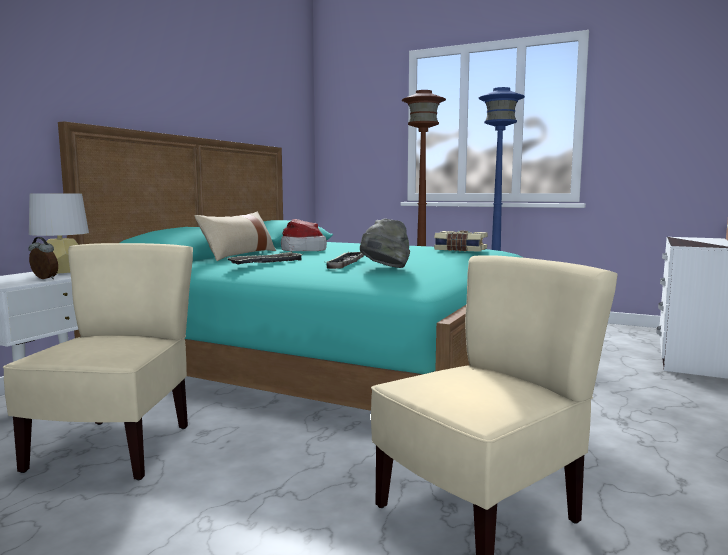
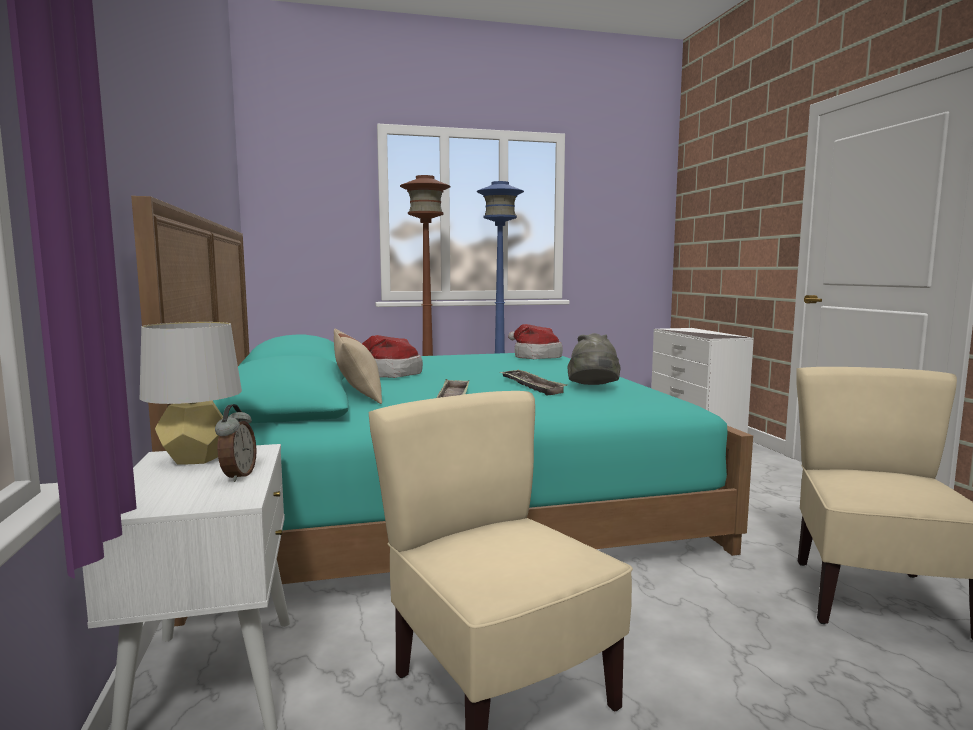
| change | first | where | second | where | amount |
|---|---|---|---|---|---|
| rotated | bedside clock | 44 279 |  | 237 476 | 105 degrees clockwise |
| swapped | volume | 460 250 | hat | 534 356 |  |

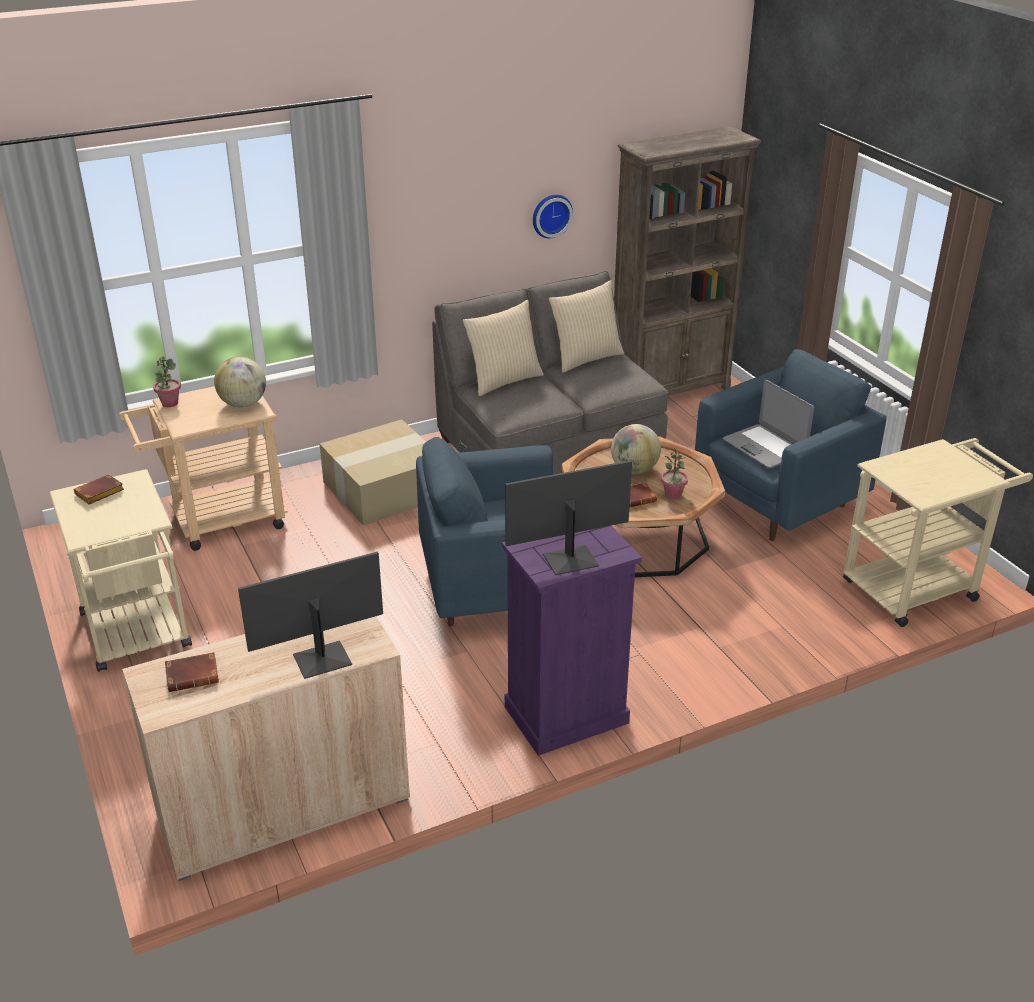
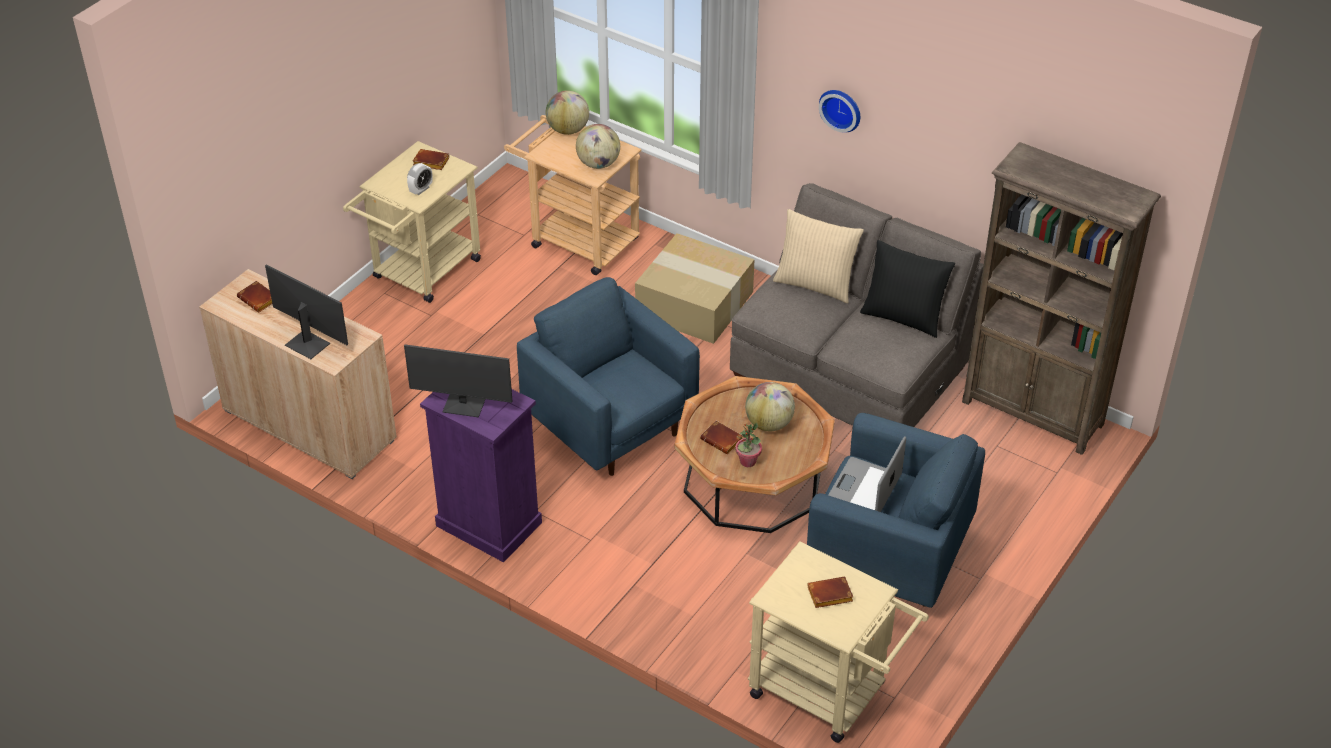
| change | first | where | second | where | amount |
|---|---|---|---|---|---|
| rotated | computer display | 569 559 |  | 464 405 | 150 degrees clockwise |
| new |  |  | bedside clock | 421 189 |  |
| swapped | potted plant | 169 403 | globe | 568 130 |  |
| new |  |  | volume (brownish) | 829 596 |  |
| shifted | clock on the wall | 550 215 |  | 841 109 |  |
| repainted | throw pillow (beige) | 585 358 | throw pillow (blackish) | 903 317 |  |

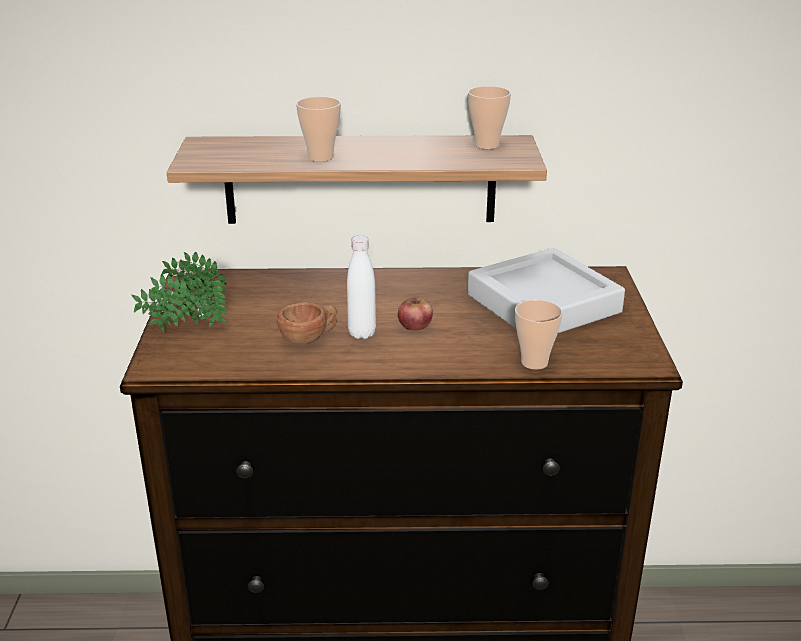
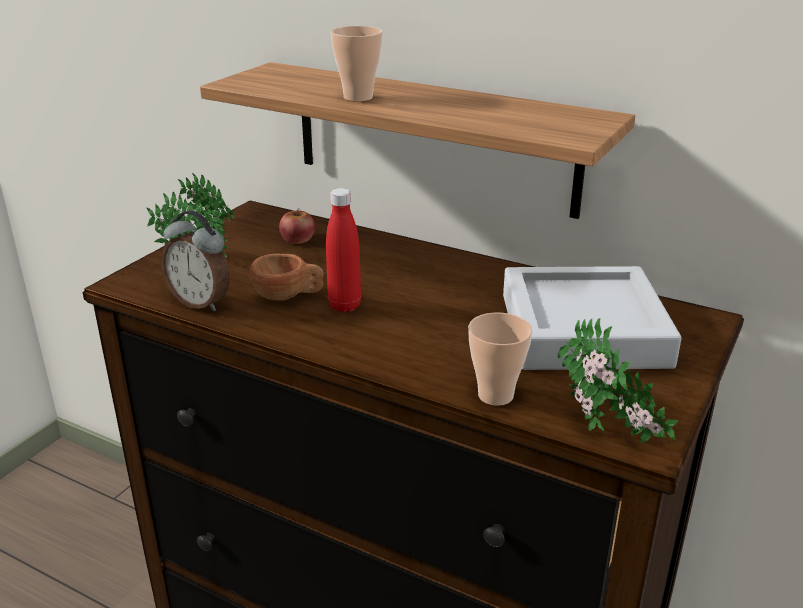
| change | first | where | second | where | amount |
|---|---|---|---|---|---|
| new |  |  | bedside clock | 201 302 |  |
| shifted | apple | 415 325 |  | 297 238 |  |
| repainted | bottle (white) | 362 333 | bottle (red) | 344 306 |  |
| new |  |  | potted plant | 607 436 |  |
| gone | drinking cup | 487 145 |  |  |  |

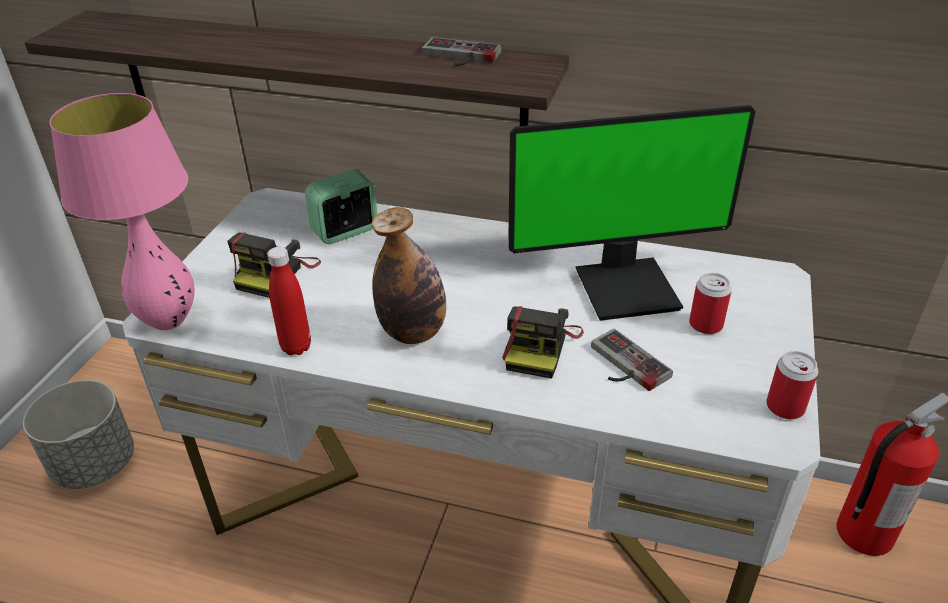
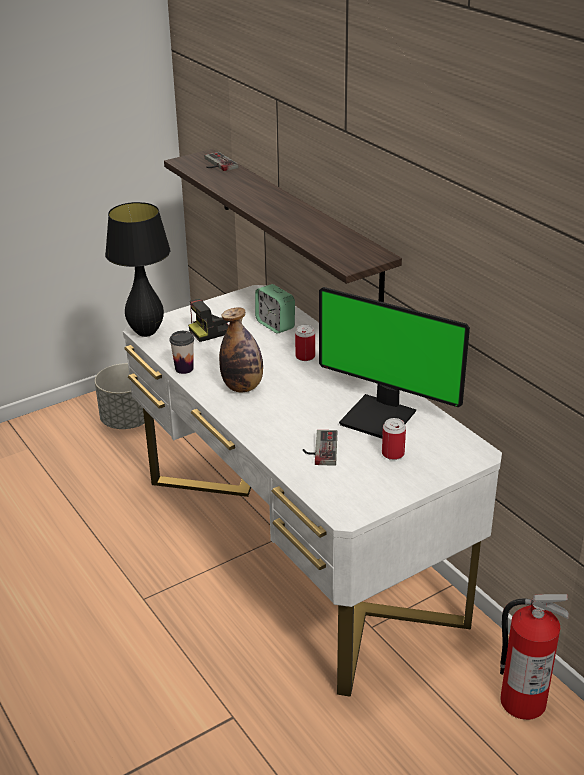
| change | first | where | second | where | amount |
|---|---|---|---|---|---|
| repainted | tabletop lamp (pink-coloured) | 169 320 | tabletop lamp (blackish) | 146 332 |  |
| swapped | bottle (red) | 296 347 | drinking cup | 184 368 |  |
| shifted | game controller | 458 56 |  | 216 164 |  |
| rotated | bedside clock | 345 231 |  | 275 325 | 135 degrees counterclockwise |
| shifted | can | 785 407 |  | 305 357 |  |
| gone | photo camera | 540 347 |  |  |  |

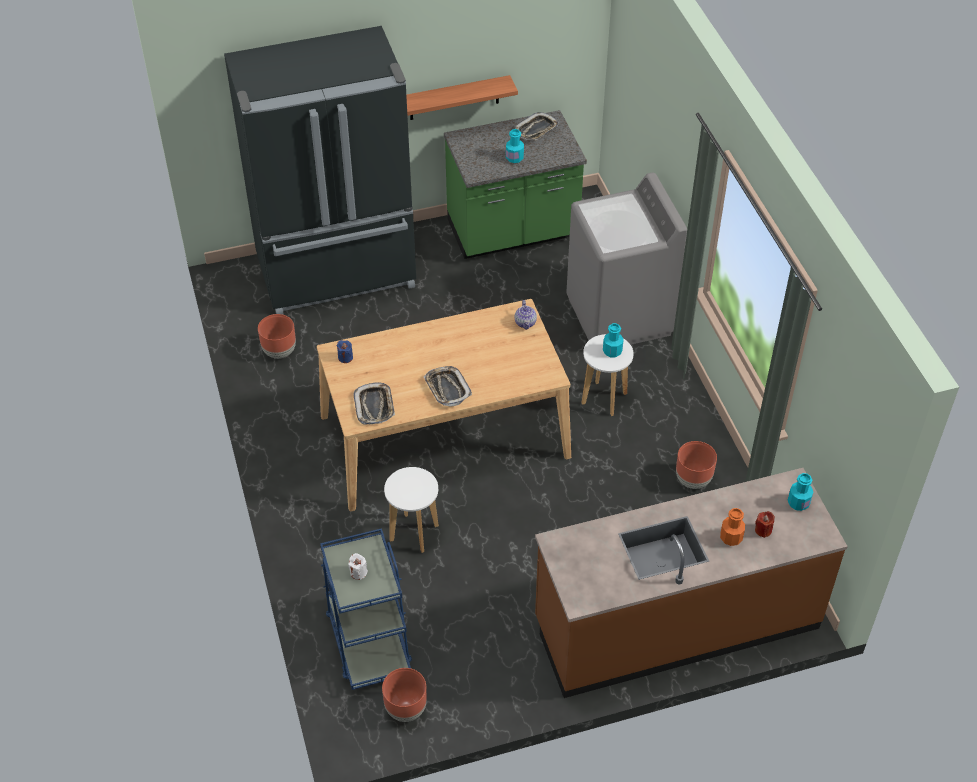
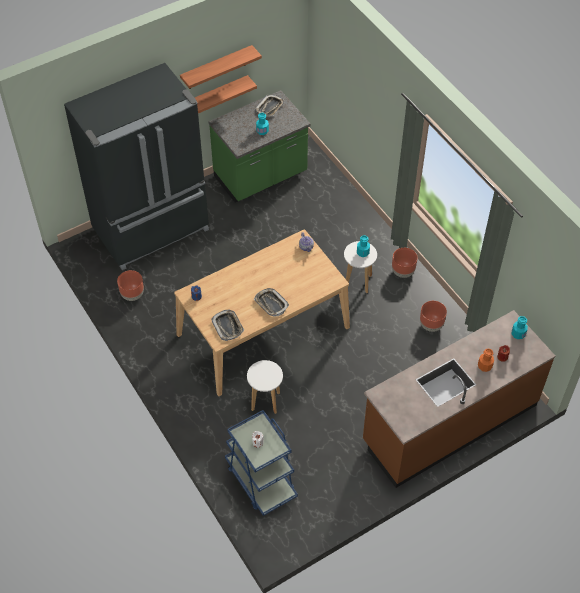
| change | first | where | second | where | amount |
|---|---|---|---|---|---|
| new |  |  | shelf | 216 68 |  |
| shifted | plant pot (brownish) | 406 709 |  | 403 272 |  |
| gone | laundry appliance (grey) | 619 316 |  |  |  |

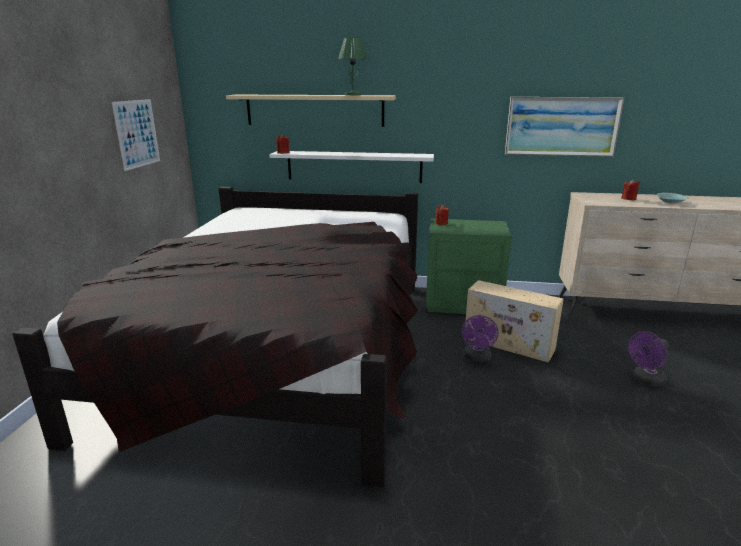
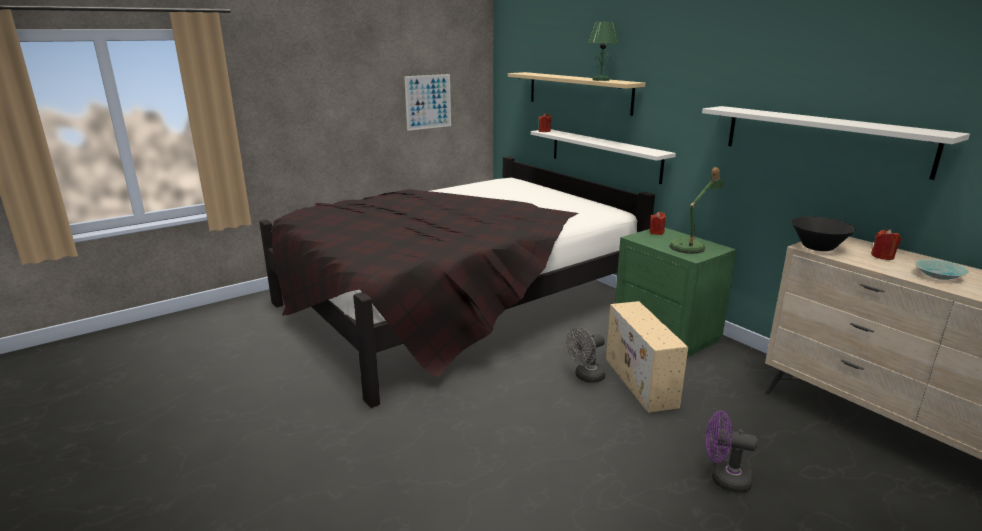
| change | first | where | second | where | amount |
|---|---|---|---|---|---|
| repainted | fan (purple-coloured) | 477 358 | fan (grey) | 586 377 |  |
| new |  |  | tabletop lamp | 691 246 |  |
| swapped | wall picture | 561 126 | shelf (white) | 823 139 |  |
| new |  |  | deep dish (blackish) | 818 247 |  |

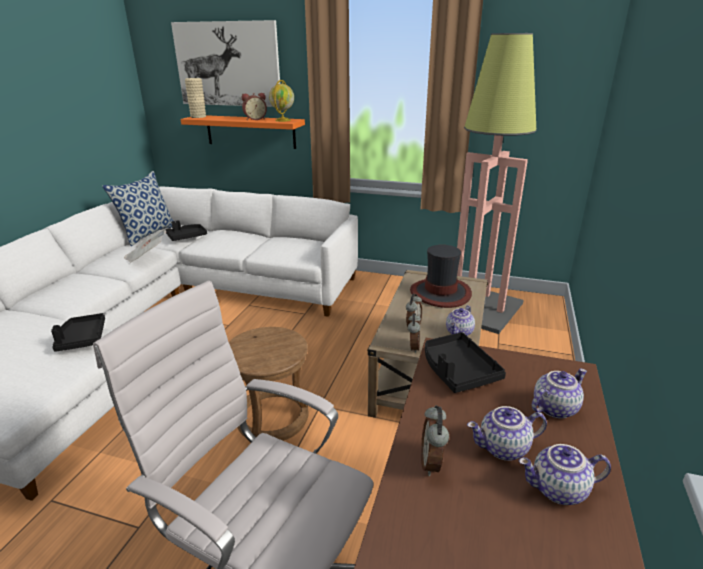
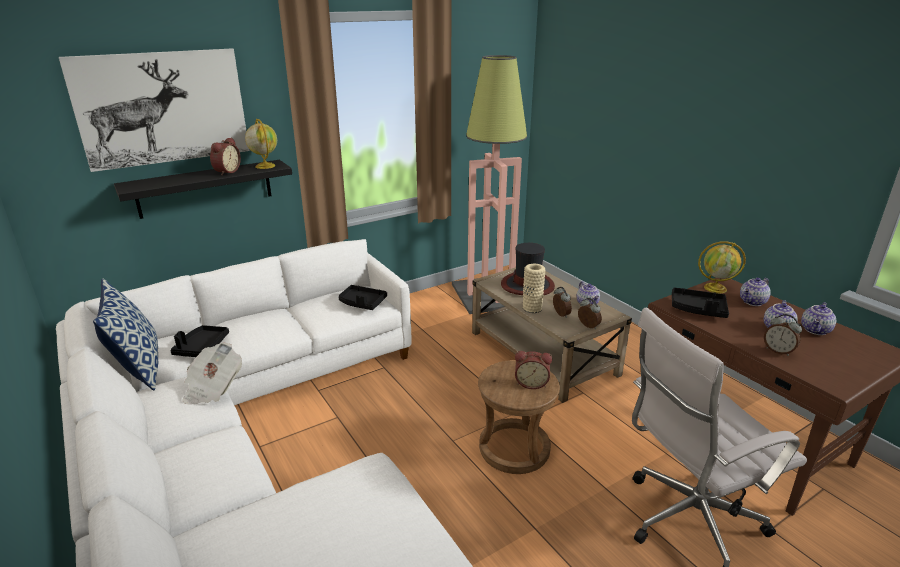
| change | first | where | second | where | amount |
|---|---|---|---|---|---|
| repainted | shelf (orangey) | 250 131 | shelf (blackish) | 205 188 |  |
| shifted | tray (blackish) | 82 339 |  | 362 303 |  |
| new |  |  | bedside clock | 531 383 |  |
| shifted | flower vase (beige) | 198 116 |  | 532 308 |  |
| new |  |  | globe | 716 288 |  |
| rotated | tea pot | 554 407 |  | 753 302 | 135 degrees counterclockwise |

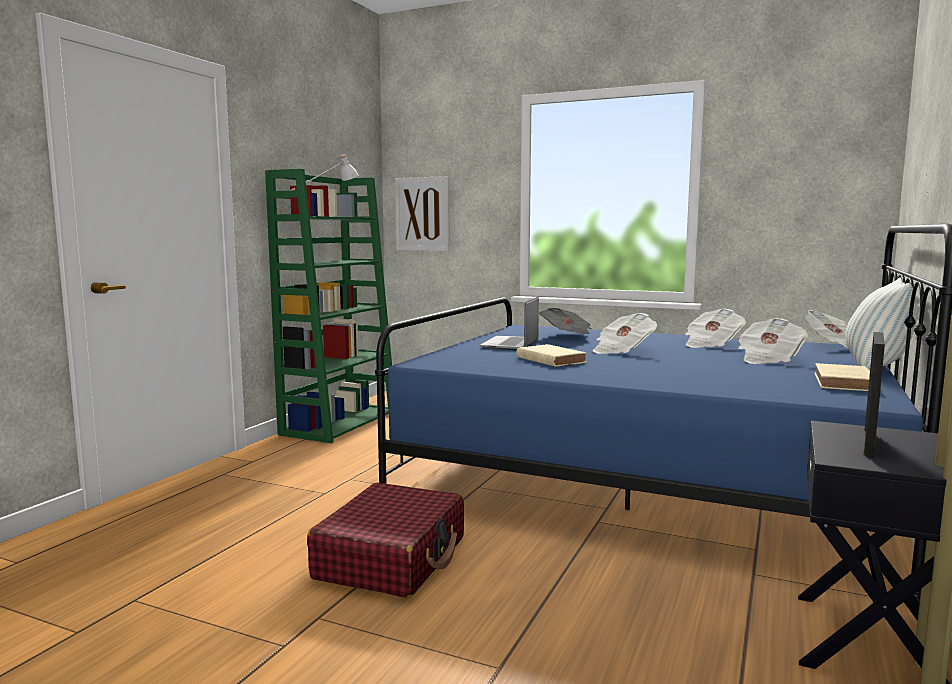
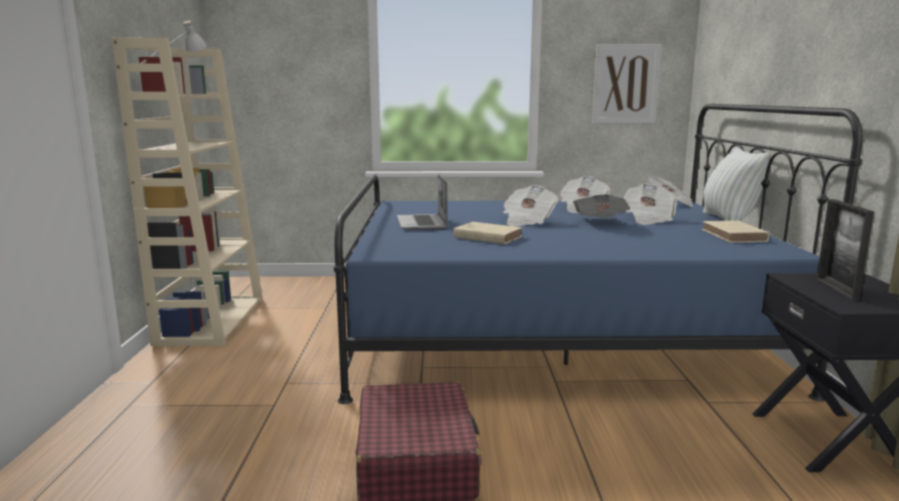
| change | first | where | second | where | amount |
|---|---|---|---|---|---|
| repainted | bookcase (greenish) | 340 423 | bookcase (beige) | 211 320 |  |
| shifted | printed paper | 567 336 |  | 600 222 |  |
| shifted | wall picture | 422 214 |  | 625 84 |  |

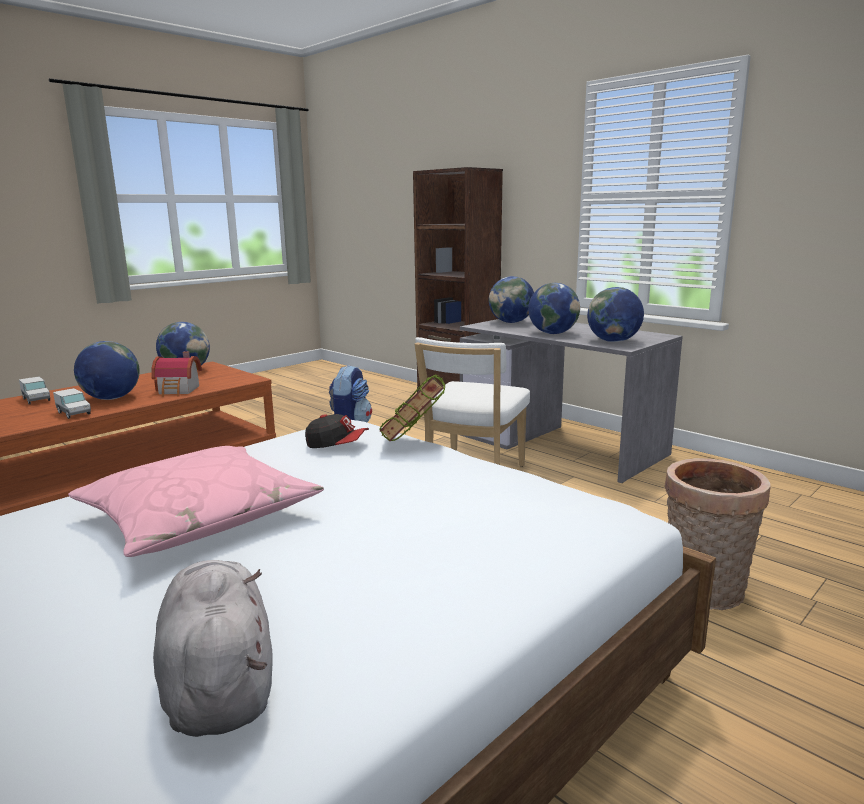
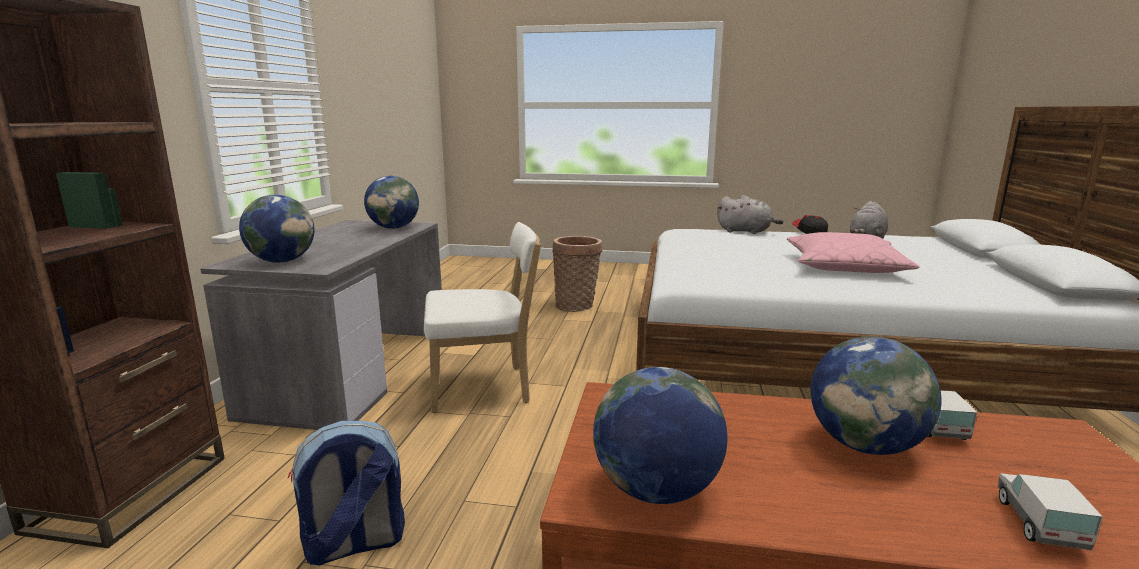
| change | first | where | second | where | amount |
|---|---|---|---|---|---|
| new |  |  | plush toy (grey) | 746 231 |  |
| shifted | cap | 337 445 |  | 809 233 |  |
| gone | toy house | 179 390 |  |  |  |
| gone | volume | 413 443 |  |  |  |
| gone | globe | 553 333 |  |  |  |

